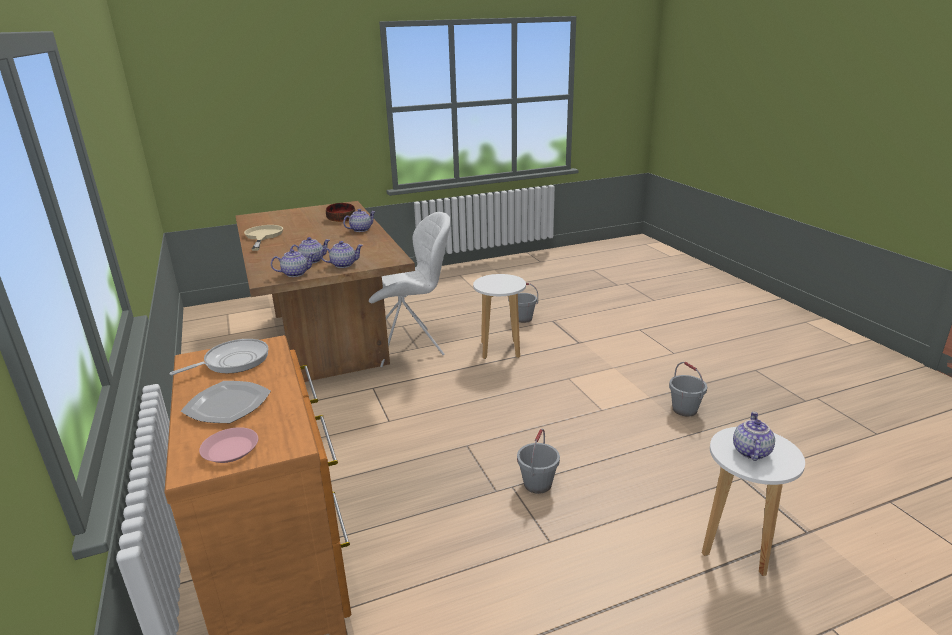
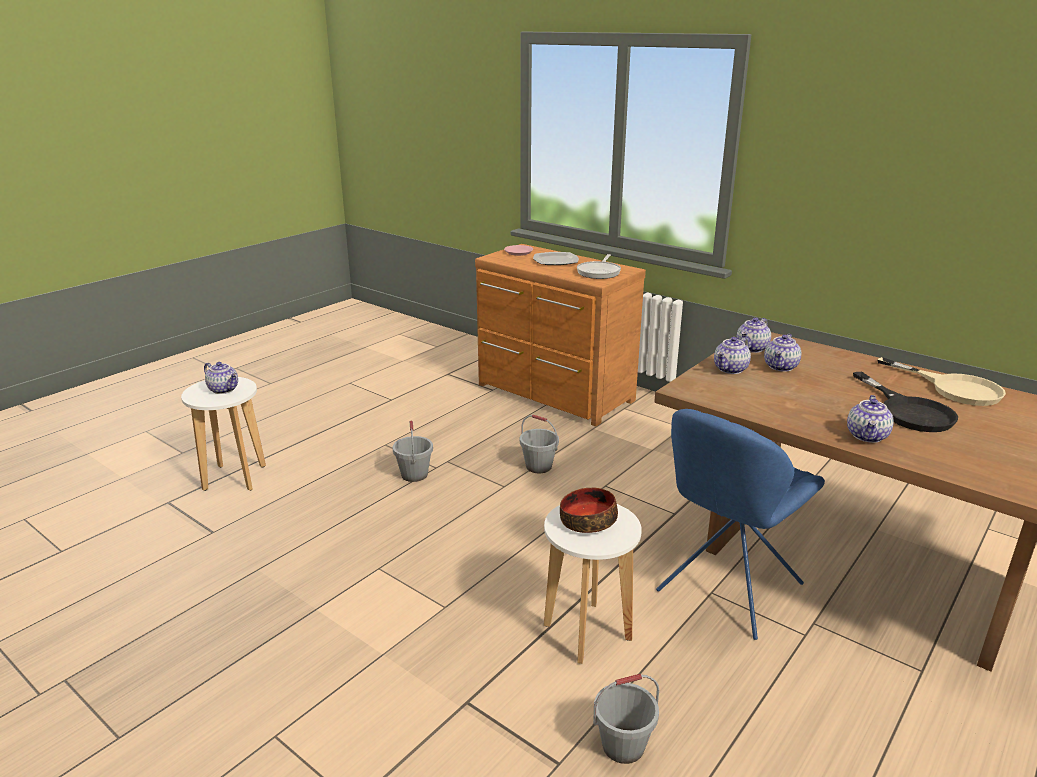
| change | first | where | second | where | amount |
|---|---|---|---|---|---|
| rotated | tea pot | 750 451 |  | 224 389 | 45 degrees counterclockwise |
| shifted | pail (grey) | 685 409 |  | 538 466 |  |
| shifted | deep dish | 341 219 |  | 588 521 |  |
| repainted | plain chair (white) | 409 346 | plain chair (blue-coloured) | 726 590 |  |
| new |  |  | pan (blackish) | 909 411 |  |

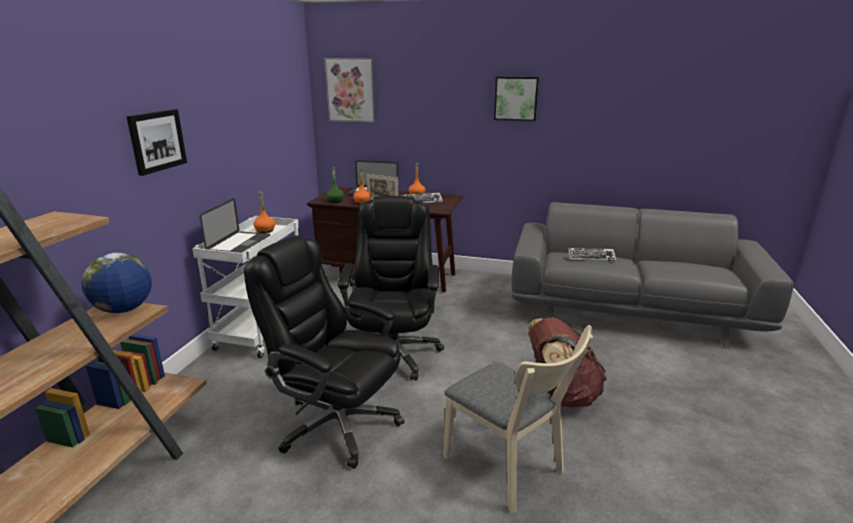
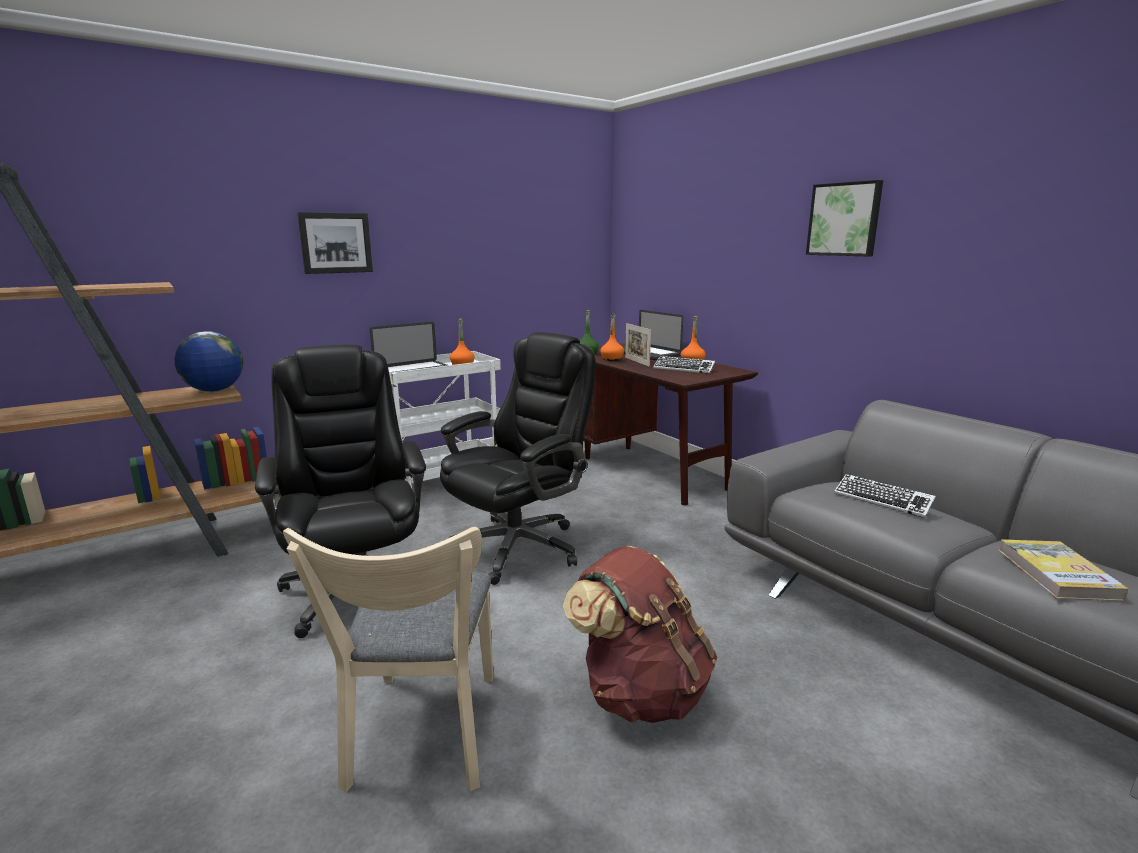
| change | first | where | second | where | amount |
|---|---|---|---|---|---|
| new |  |  | volume | 1057 573 |  |
| gone | wall picture | 351 90 |  |  |  |

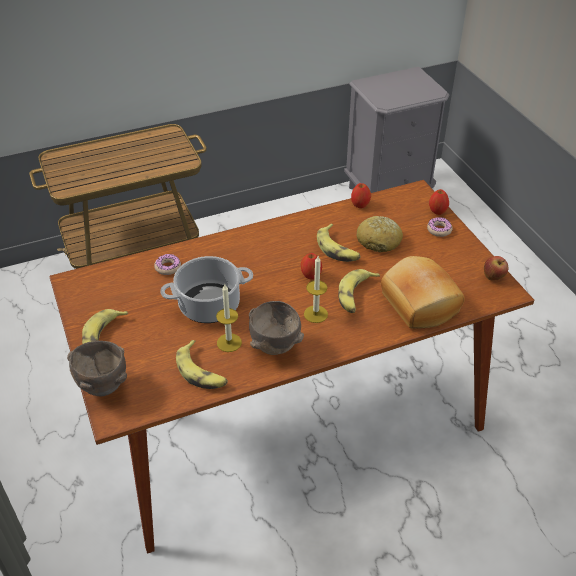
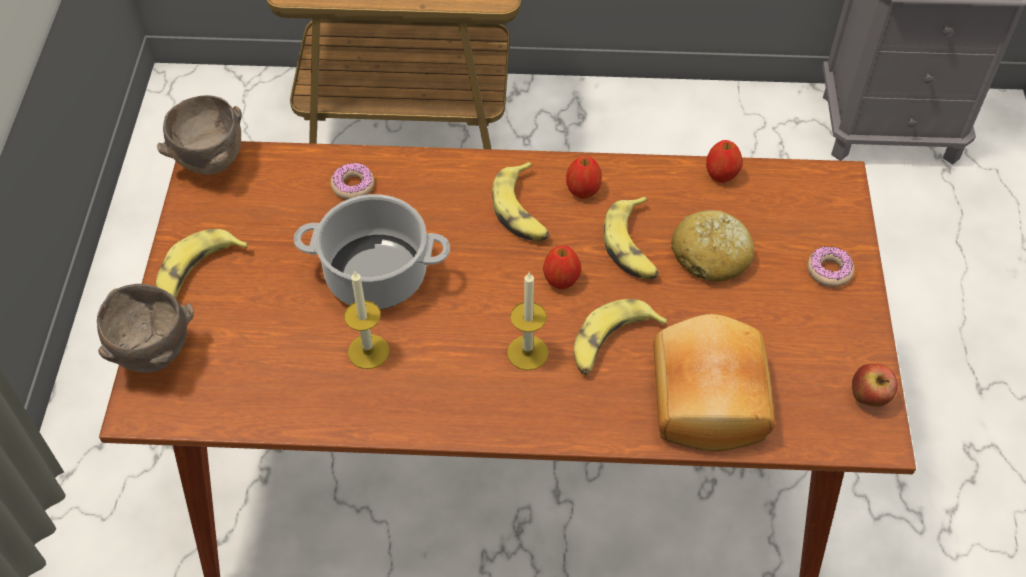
| change | first | where | second | where | amount |
|---|---|---|---|---|---|
| shifted | deep dish (brownish) | 274 347 |  | 211 164 |  |
| shifted | banana | 201 372 |  | 522 211 |  |
| shifted | apple | 437 211 |  | 583 190 |  |

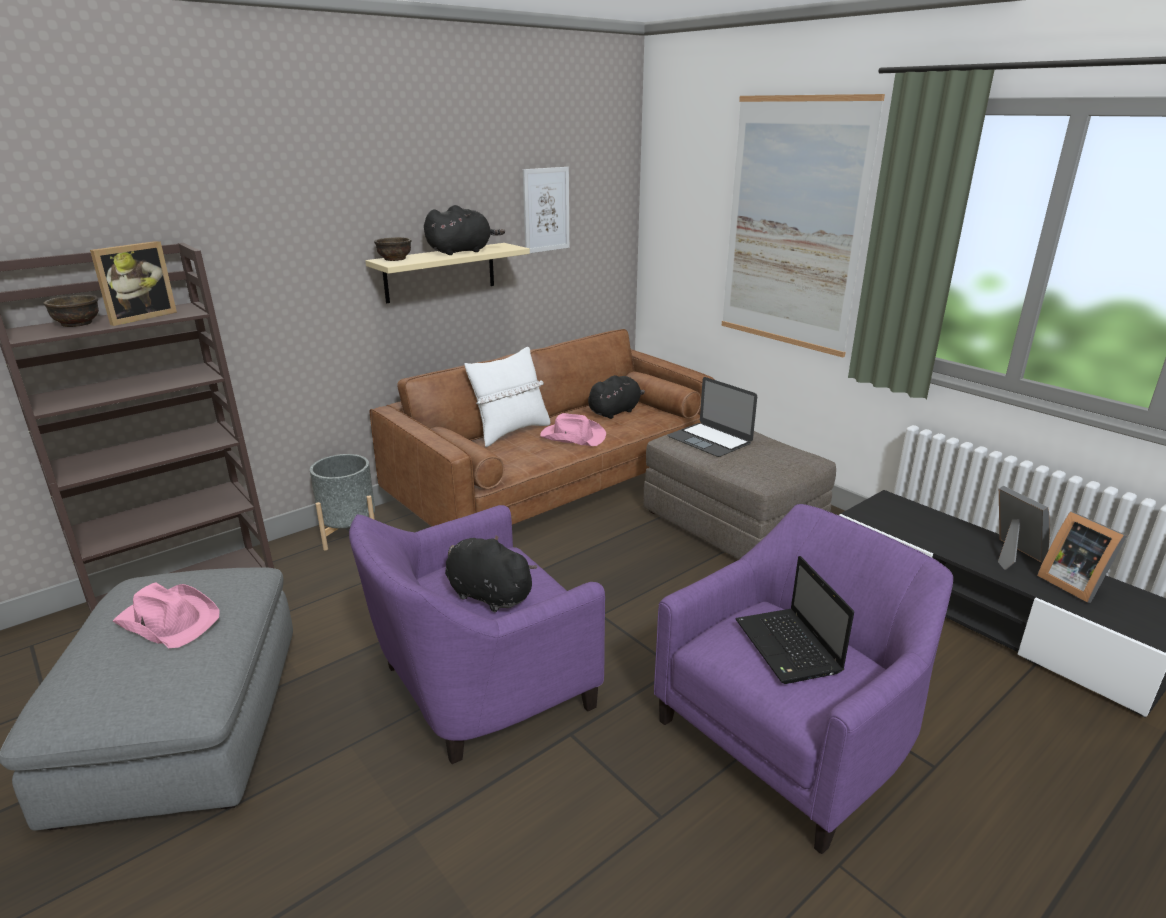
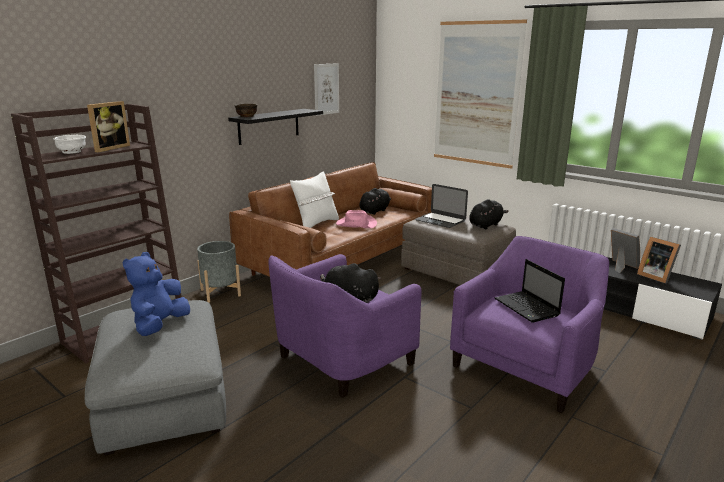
| change | first | where | second | where | amount |
|---|---|---|---|---|---|
| repainted | deep dish (brownish) | 77 323 | deep dish (white) | 71 152 |  |
| swapped | hat (pink-coloured) | 168 620 | plush toy (blue-coloured) | 160 325 |  |
| repainted | shelf (beige) | 440 272 | shelf (blackish) | 269 126 |  |
| shifted | plush toy (blackish) | 462 251 |  | 486 225 |  |

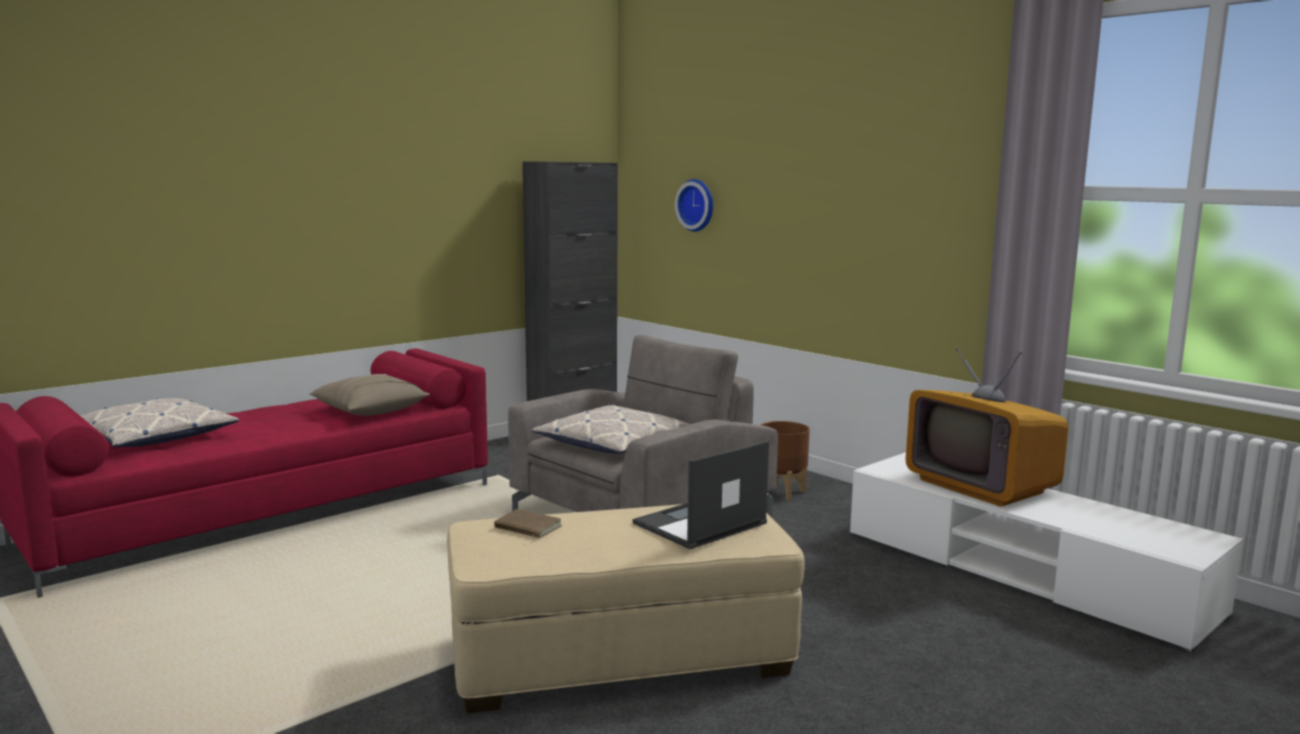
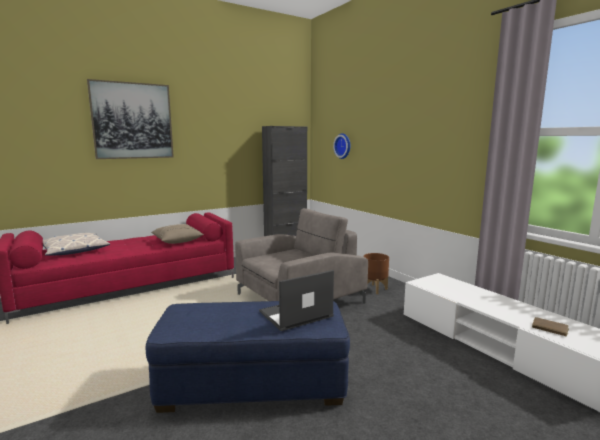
| change | first | where | second | where | amount |
|---|---|---|---|---|---|
| new |  |  | wall picture | 132 121 |  |
| repainted | ottoman (beige) | 621 659 | ottoman (blue-coloured) | 253 384 |  |
| shifted | volume (brownish) | 526 528 |  | 549 329 |  |
| gone | throw pillow | 613 443 |  |  |  |
| gone | TV | 981 486 |  |  |  |

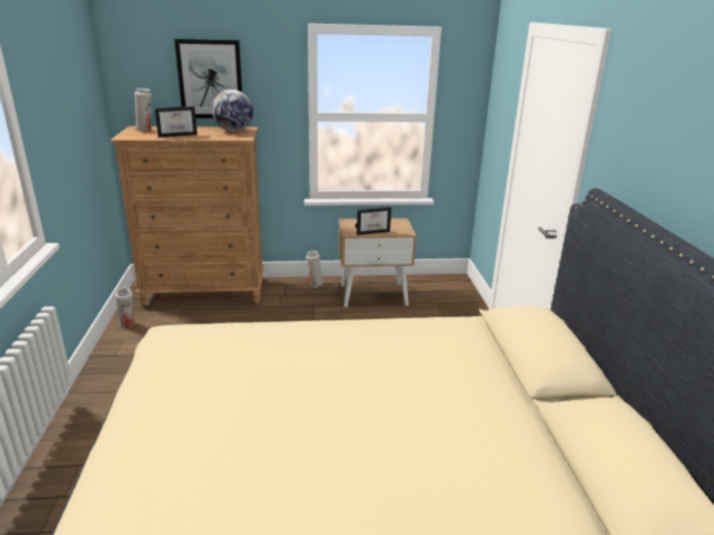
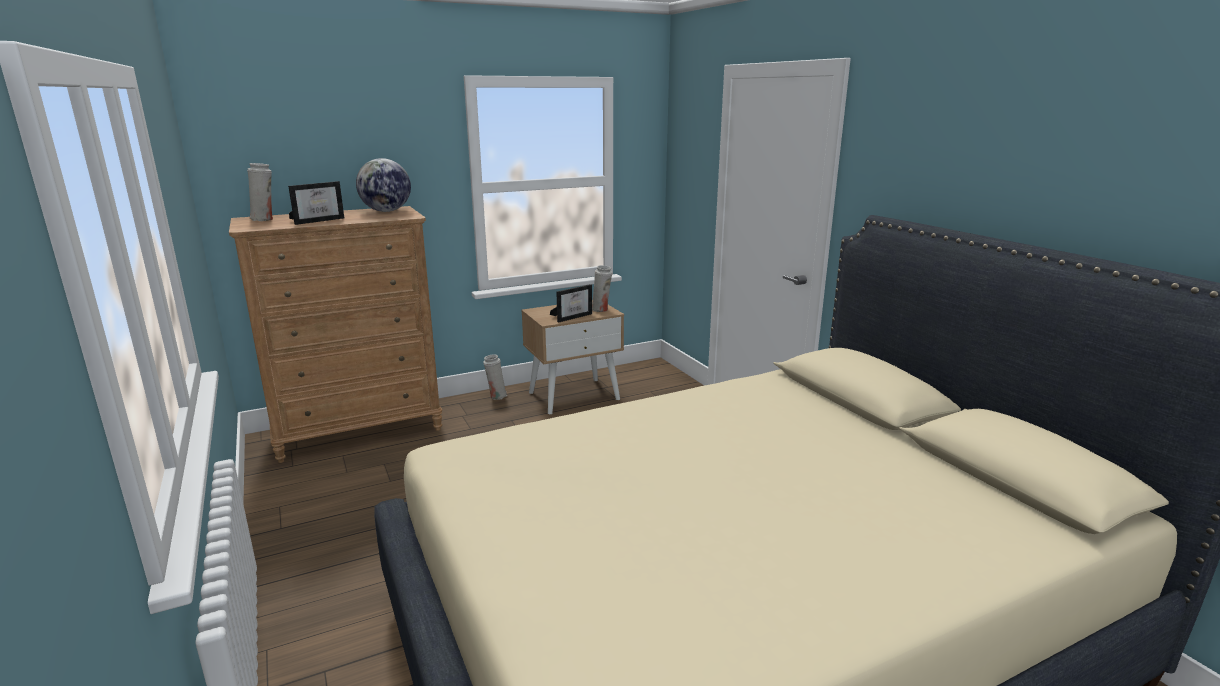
| change | first | where | second | where | amount |
|---|---|---|---|---|---|
| shifted | flower vase (white) | 128 324 |  | 601 310 |  |
| gone | wall picture | 210 79 |  |  |  |

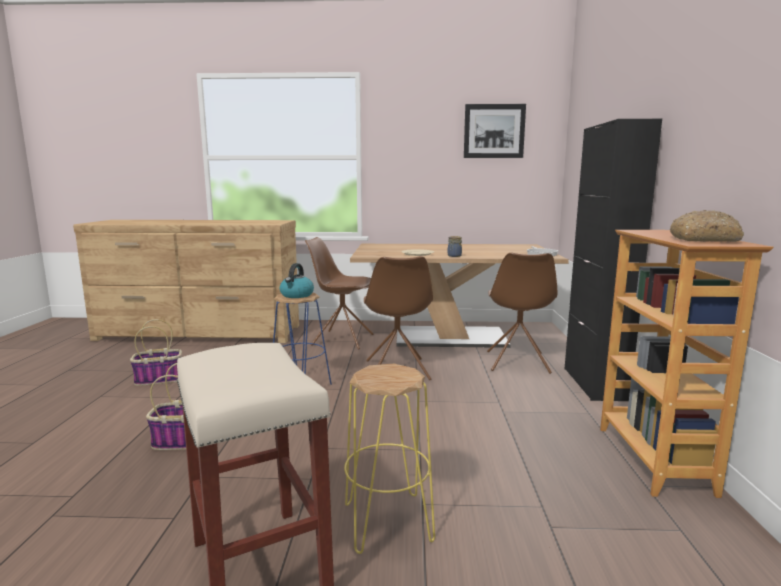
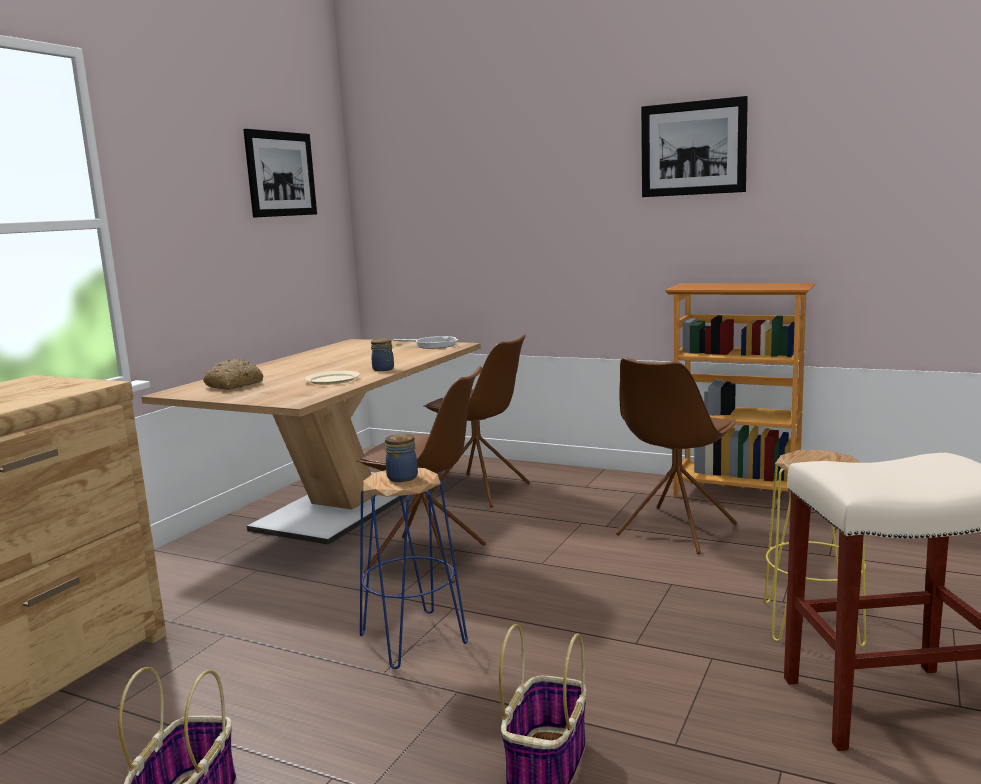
| change | first | where | second | where | amount |
|---|---|---|---|---|---|
| shifted | bakery bread | 704 239 |  | 234 385 |  |
| swapped | kettle | 297 295 | jar | 403 477 |  |
| shifted | plain chair (brownish) | 342 339 |  | 675 530 |  |
| new |  |  | wall picture | 693 148 |  |
| gone | cabinet (blackish) | 594 384 |  |  |  |

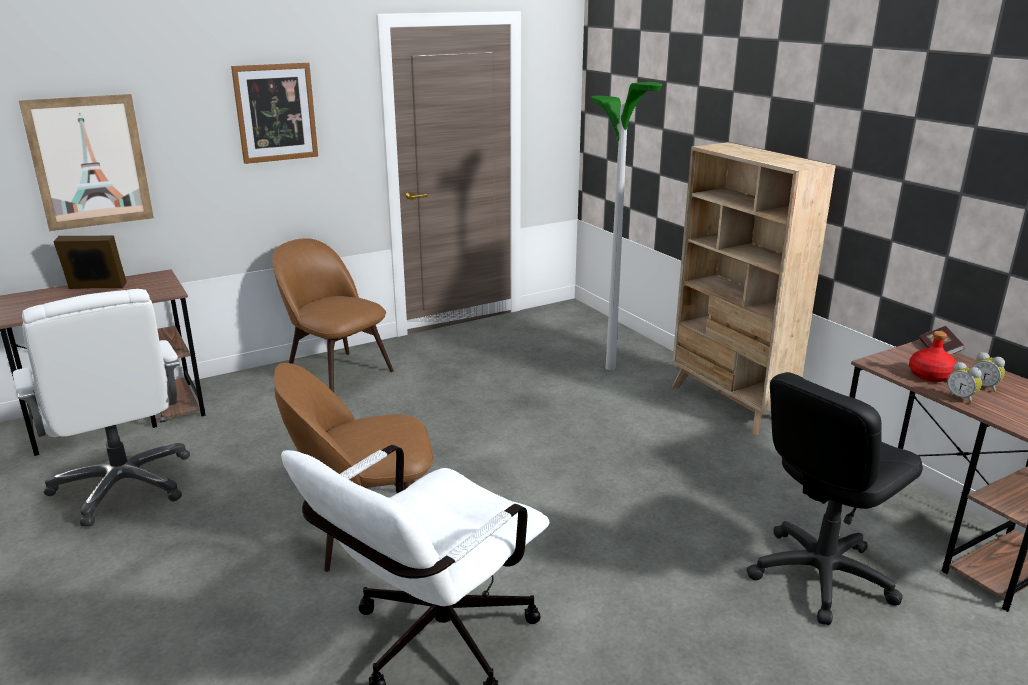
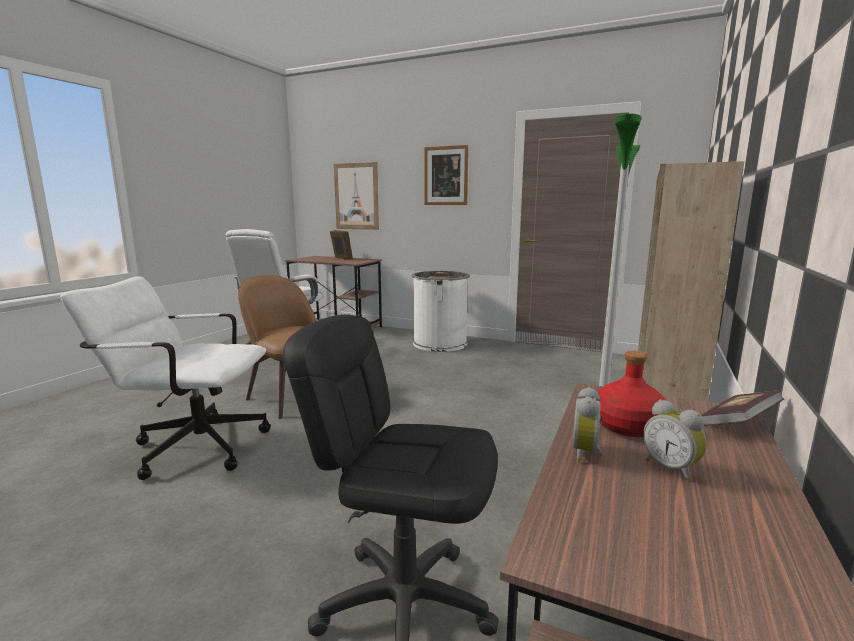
| change | first | where | second | where | amount |
|---|---|---|---|---|---|
| swapped | plain chair (brownish) | 337 373 | waste bin (white) | 440 343 |  |
| rotated | bedside clock | 984 387 |  | 671 468 | 45 degrees counterclockwise |

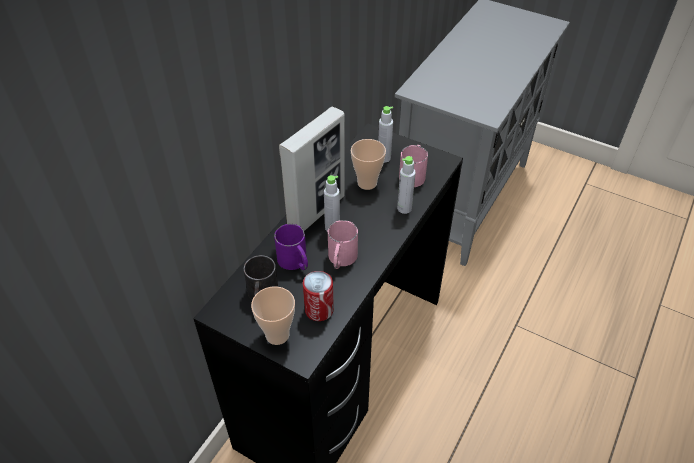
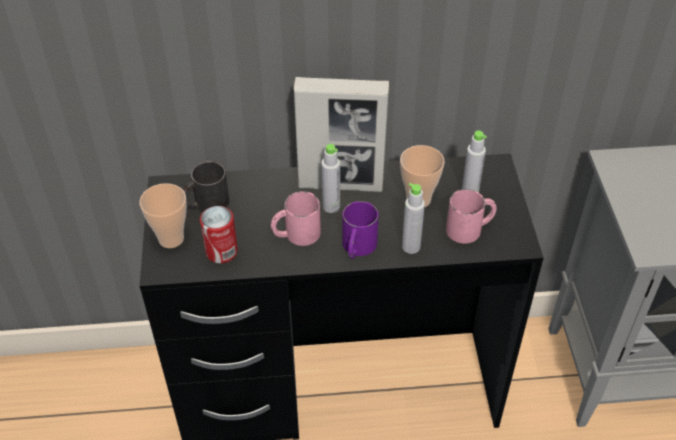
| change | first | where | second | where | amount |
|---|---|---|---|---|---|
| shifted | tea mug (purple-coloured) | 295 262 |  | 357 248 |  |

